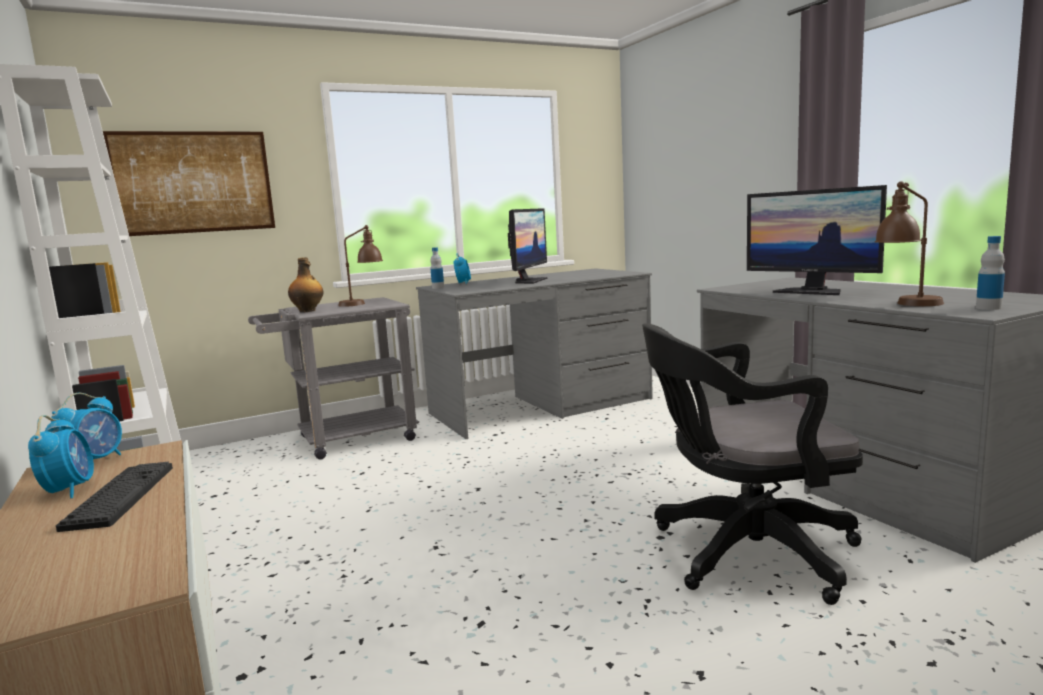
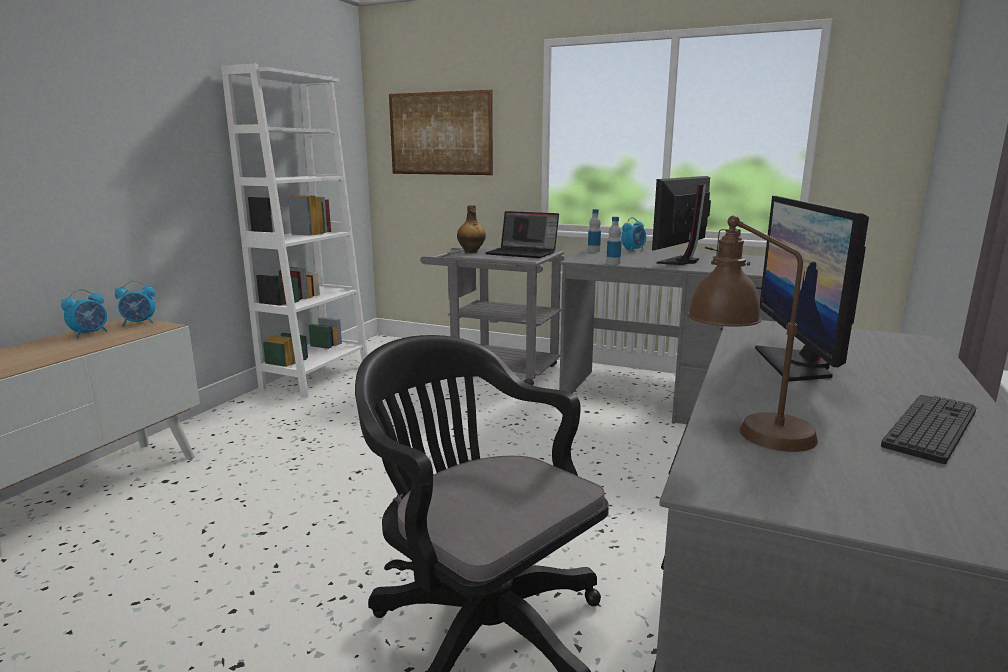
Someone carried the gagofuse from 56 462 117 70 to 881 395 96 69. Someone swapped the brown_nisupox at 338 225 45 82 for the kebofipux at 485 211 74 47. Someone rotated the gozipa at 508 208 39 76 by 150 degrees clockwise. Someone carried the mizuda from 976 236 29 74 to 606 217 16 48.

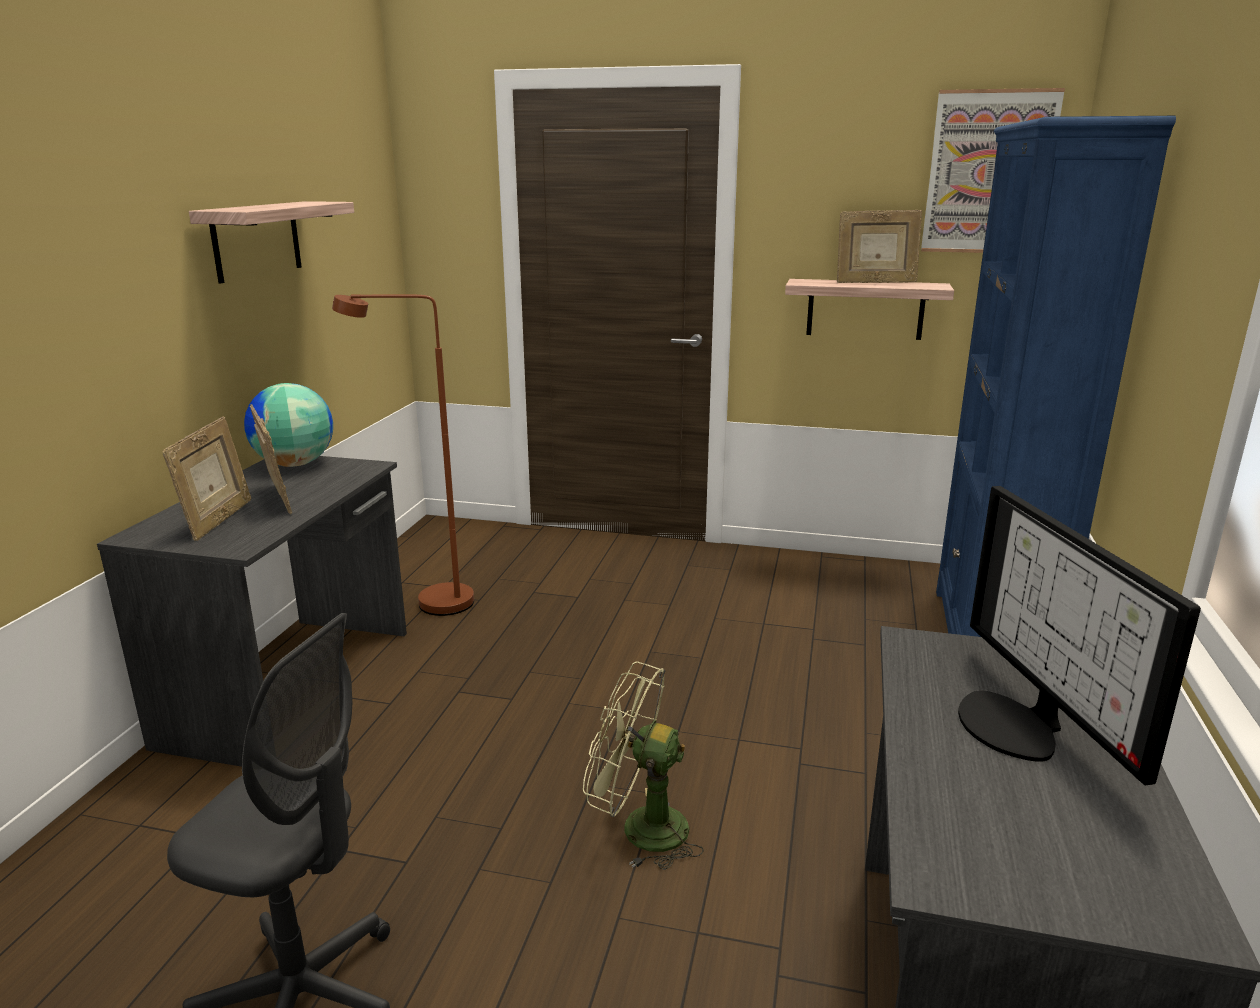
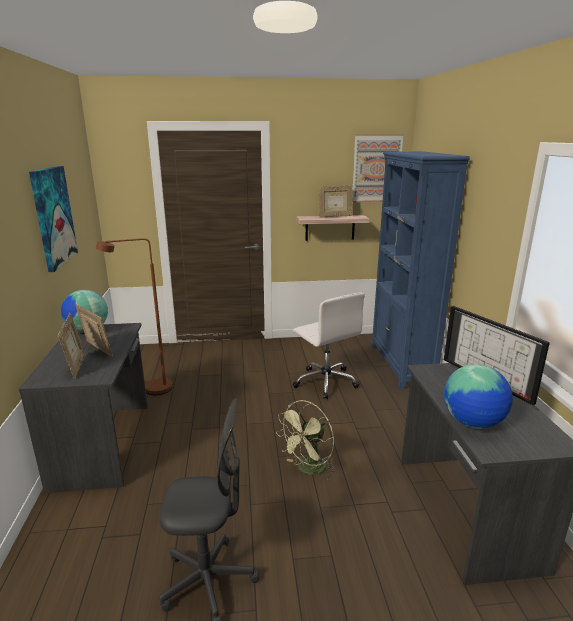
Someone swapped the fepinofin at 189 201 165 83 for the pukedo at 29 166 49 106. Someone rotated the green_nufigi at 583 662 121 208 by 45 degrees counterclockwise. Someone put down the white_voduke at 293 293 72 106. Someone put down the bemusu at 444 364 69 65.

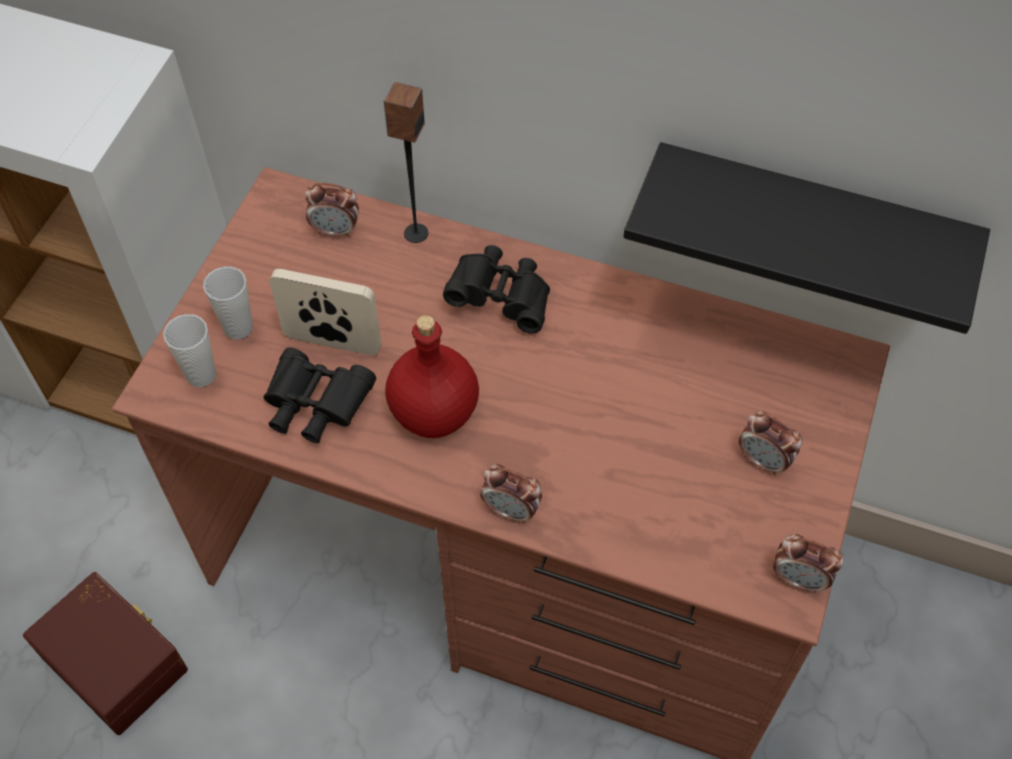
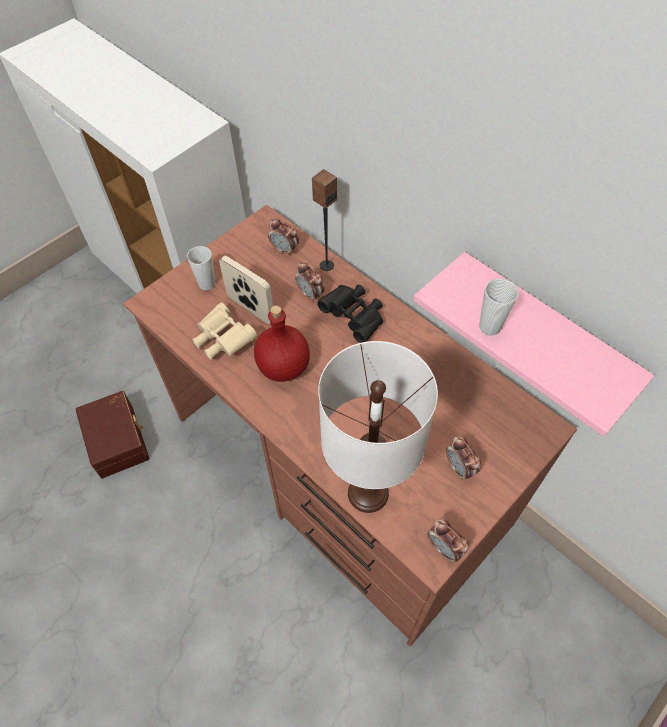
Someone carried the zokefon from 163 314 53 73 to 479 278 39 58. Someone repainted the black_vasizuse at 263 347 113 96, which became the beige_vasizuse at 192 302 65 58. Someone carried the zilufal from 480 464 62 59 to 295 261 29 41. Someone repainted the black_fepinofin at 624 142 366 192, which became the pink_fepinofin at 413 252 242 185. Someone put down the white_nisupox at 318 341 120 172.

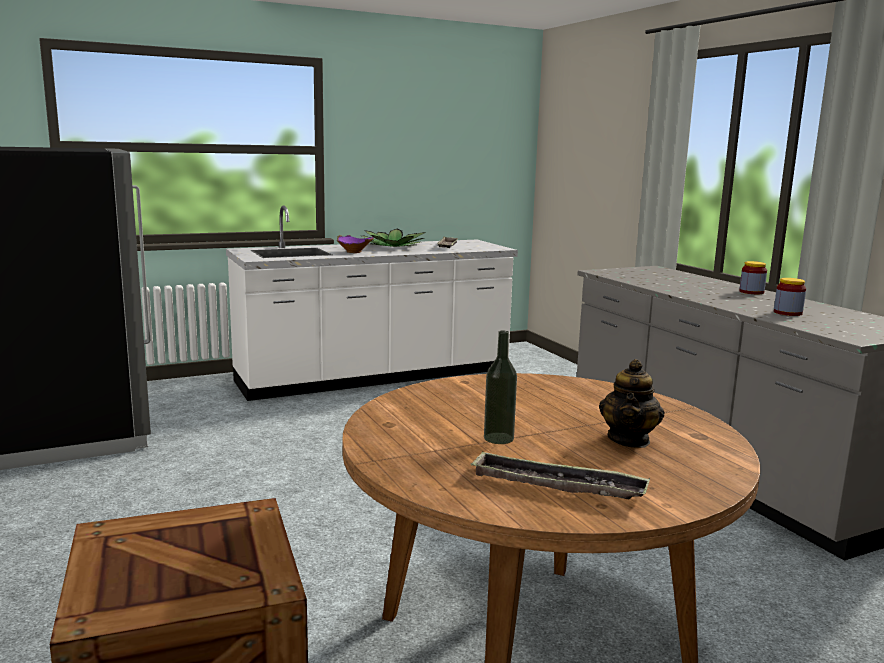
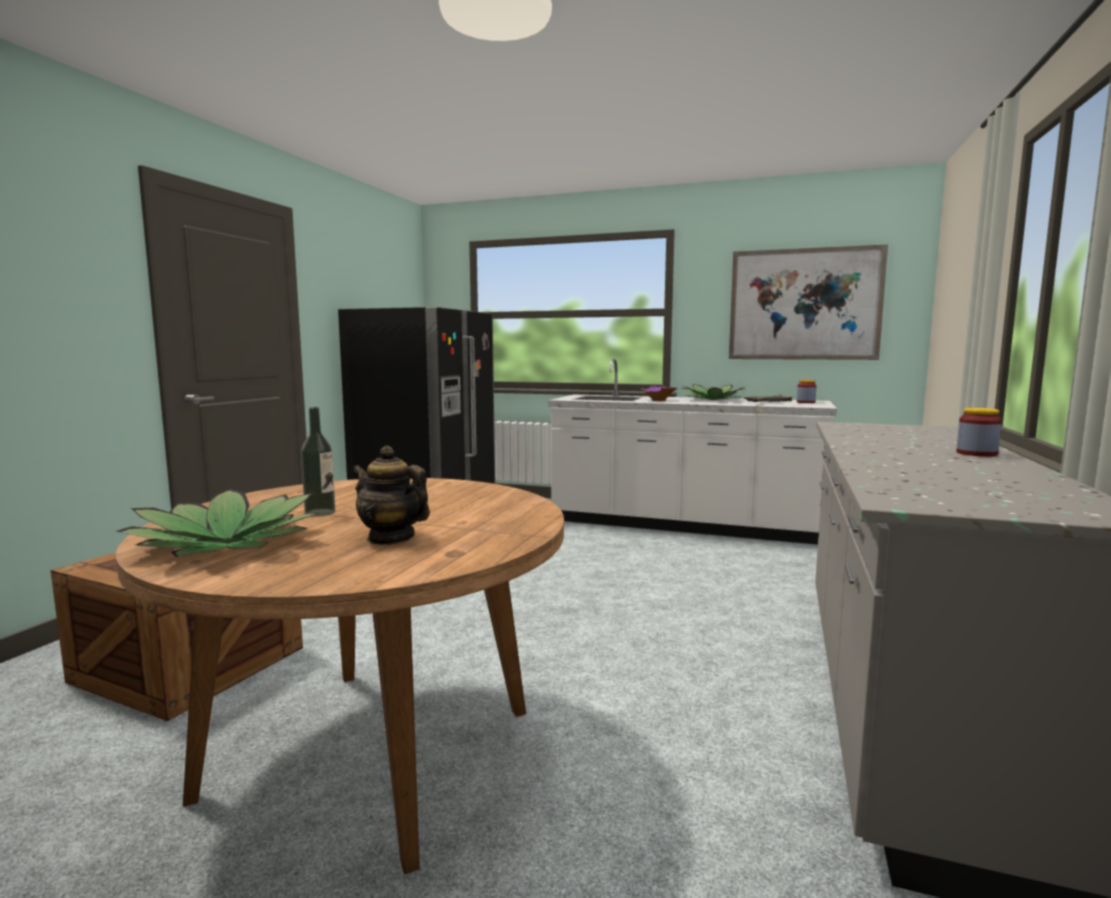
Someone swapped the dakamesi at 470 451 180 48 for the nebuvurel at 117 488 201 69. Someone rotated the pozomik at 599 359 66 89 by 60 degrees clockwise. Someone carried the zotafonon from 774 278 32 38 to 797 380 19 23. Someone put up the pukedo at 729 244 159 116.

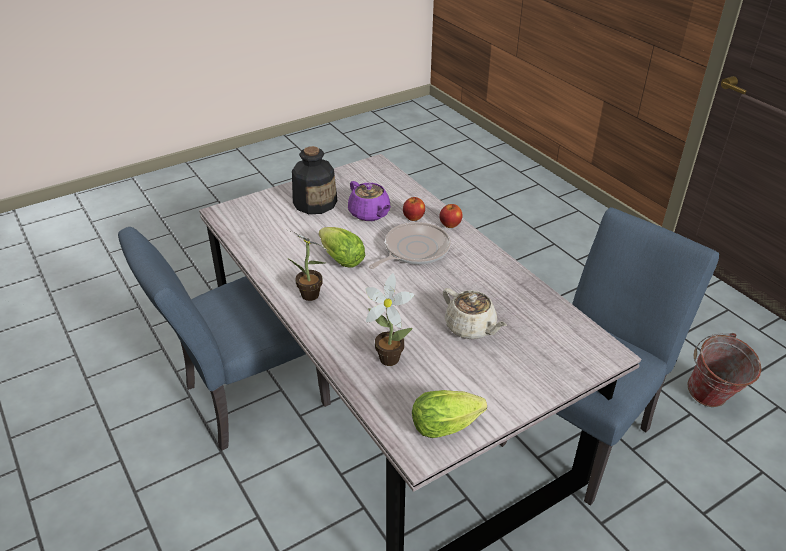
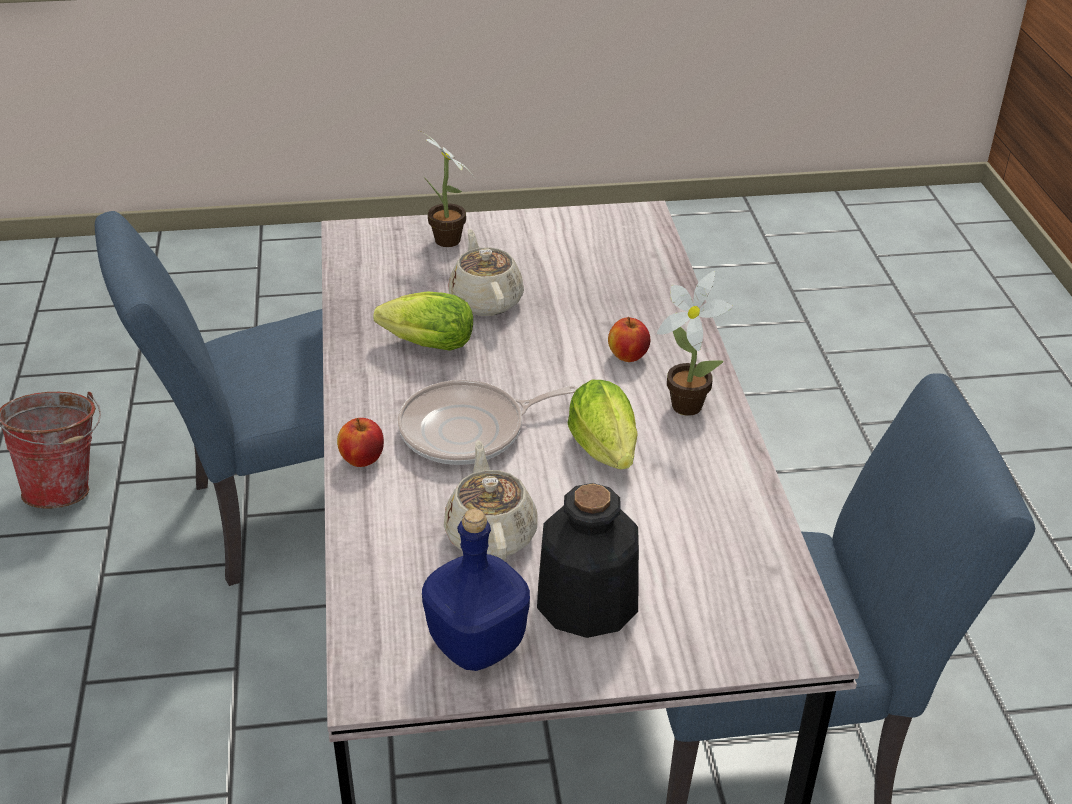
Someone repainted the purple_pozomik at 348 181 43 40, which became the beige_pozomik at 444 440 94 121. Someone carried the nebuvurel from 365 273 50 93 to 422 132 54 115. Someone carried the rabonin from 403 197 22 24 to 608 317 42 45. Someone carried the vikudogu from 412 390 75 48 to 374 291 99 60. Someone put down the blue_mizuda at 422 509 108 162.

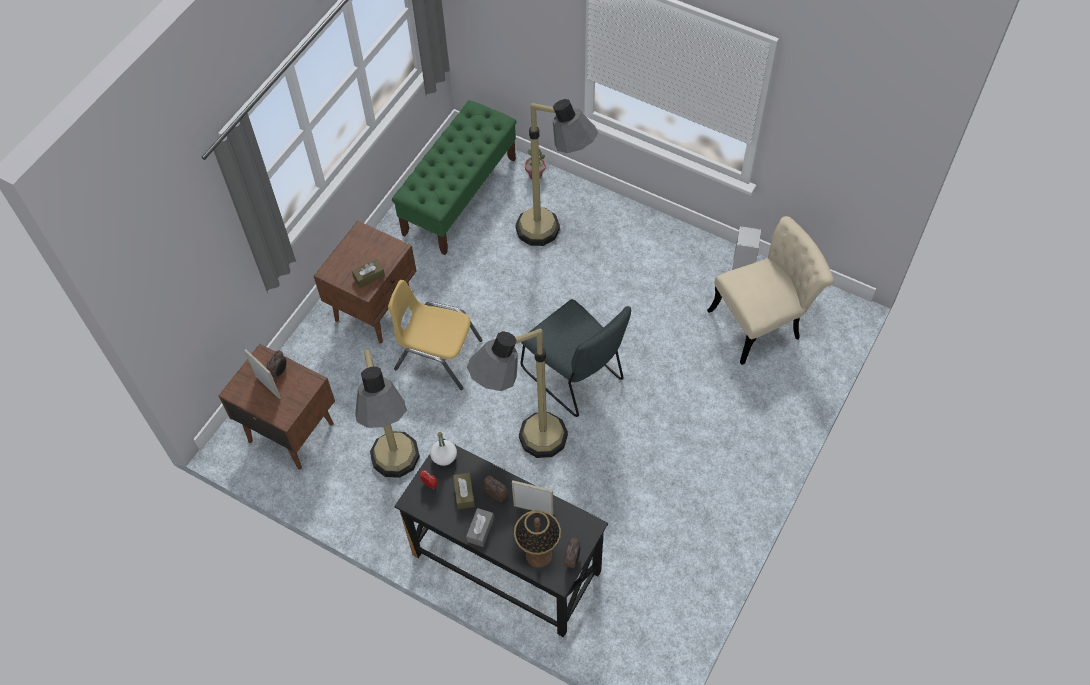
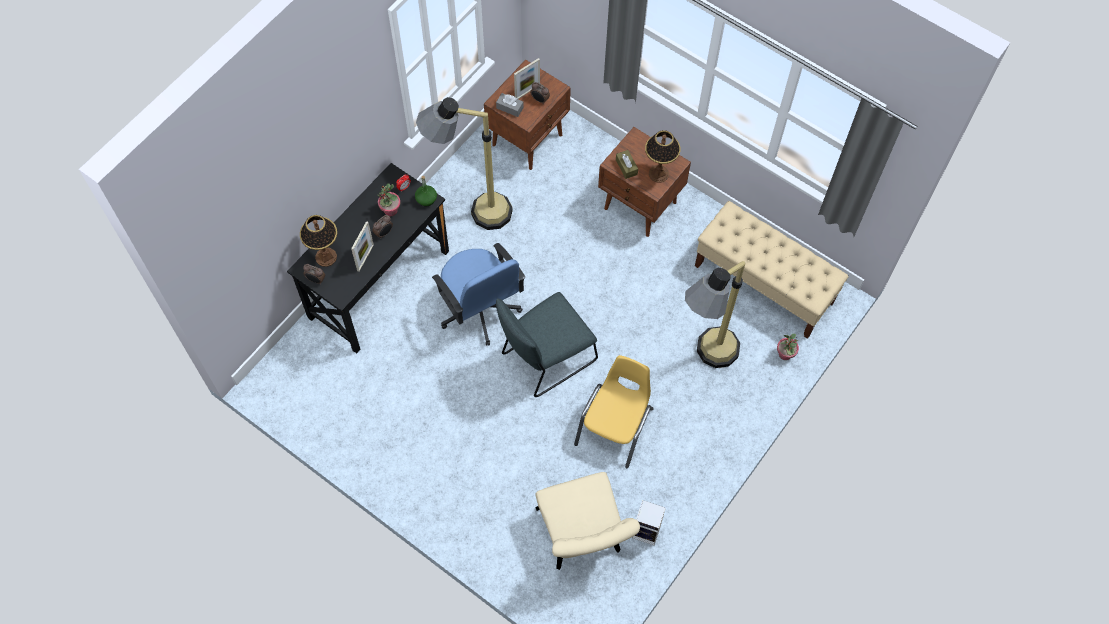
Someone carried the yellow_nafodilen from 388 280 95 110 to 574 355 79 113. Someone repainted the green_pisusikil at 392 100 125 155, which became the beige_pisusikil at 695 201 154 138. Someone repainted the white_mizuda at 430 432 27 34, which became the green_mizuda at 415 176 22 30. Someone swapped the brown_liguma at 453 473 22 36 for the nebuvurel at 378 183 23 33. Someone carried the grey_liguma from 466 508 28 39 to 496 93 28 24. Someone swapped the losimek at 467 329 101 129 for the blue_voduke at 432 243 93 102. Someone put down the nisupox at 645 130 36 53.

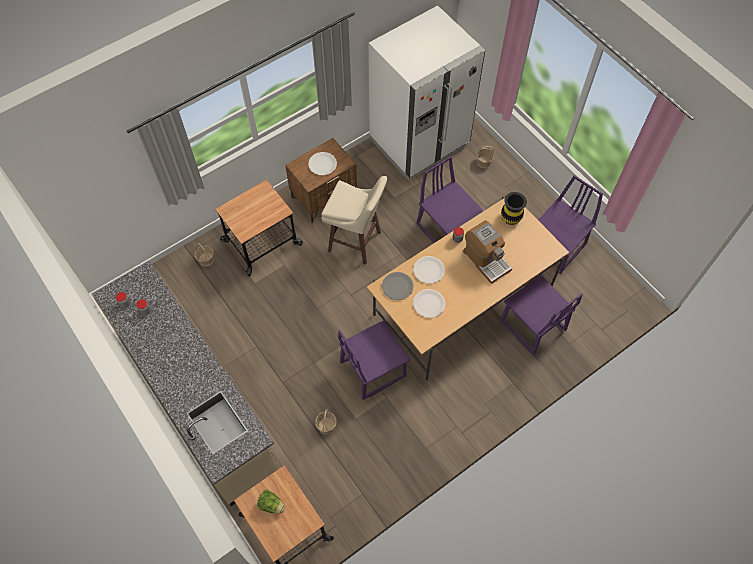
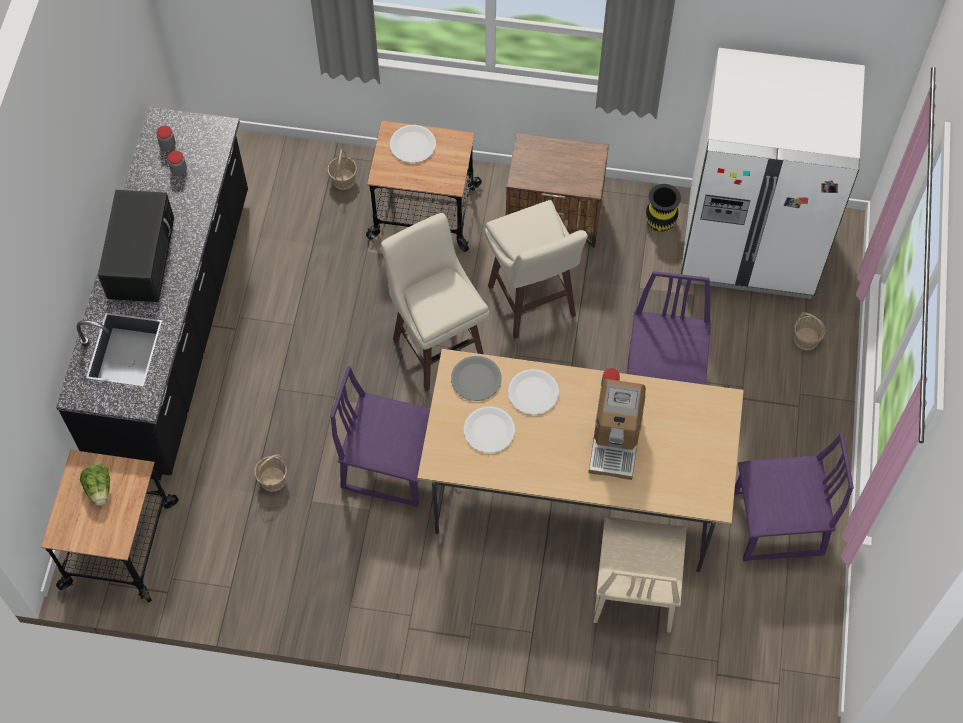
Someone repainted the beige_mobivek at 93 261 186 245, which became the black_mobivek at 56 107 192 373. Someone carried the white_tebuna from 308 152 29 23 to 390 125 46 38. Someone repainted the purple_nafodilen at 500 276 83 79, which became the beige_nafodilen at 593 516 94 117. Someone carried the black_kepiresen from 501 192 26 33 to 645 184 36 48. Someone put down the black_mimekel at 98 190 76 112. Someone put down the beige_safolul at 381 213 108 178.

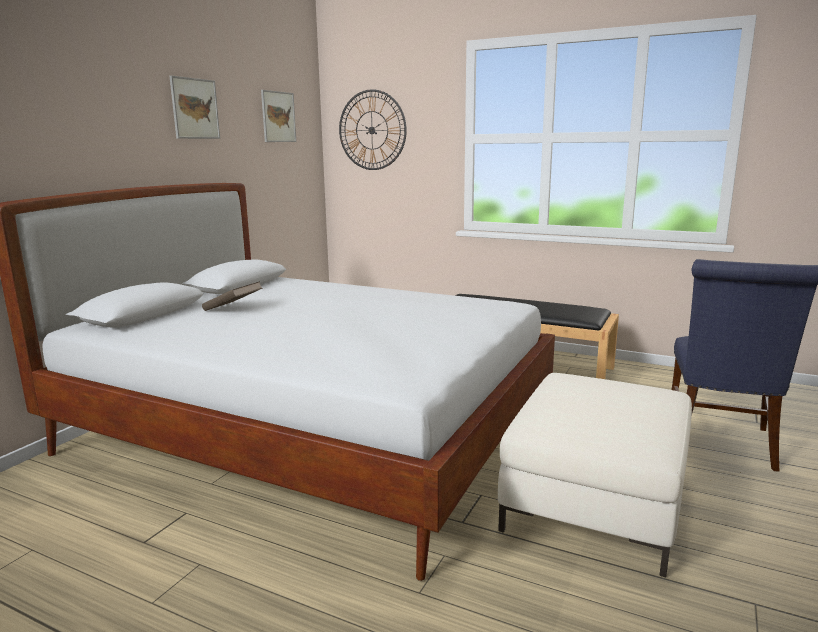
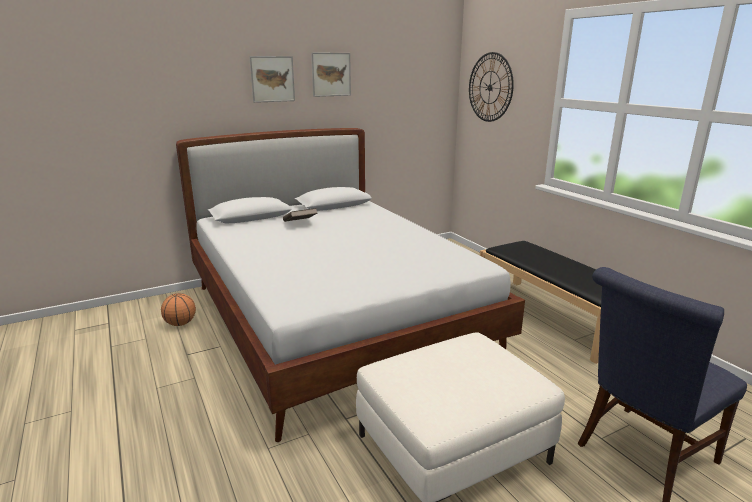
Someone carried the pukedo from 261 90 35 52 to 249 56 46 47. Someone put down the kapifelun at 161 293 35 33.

